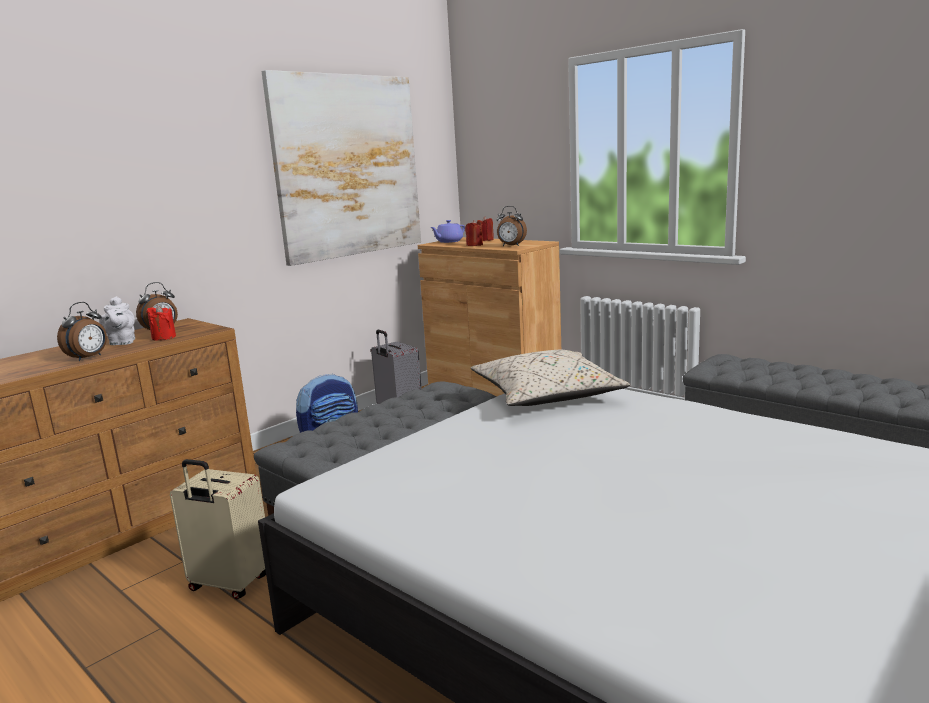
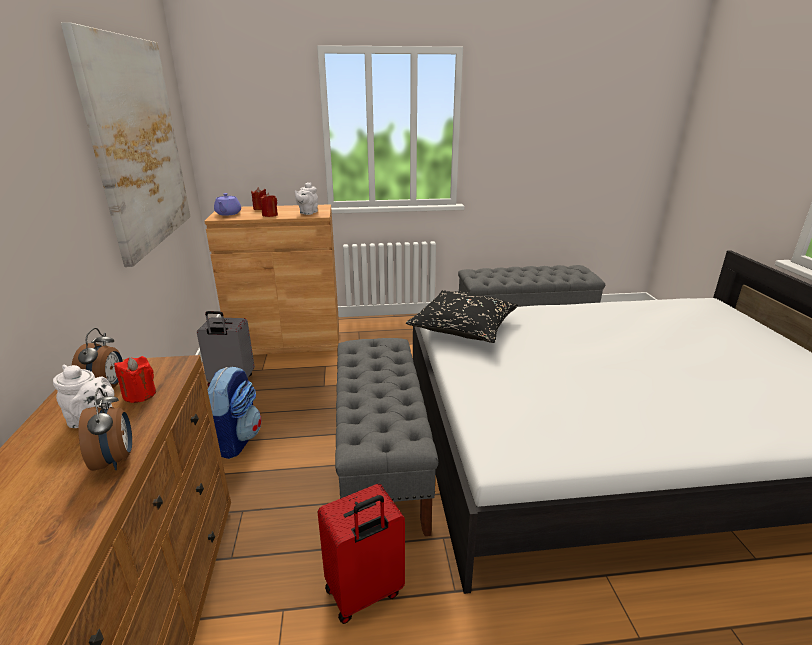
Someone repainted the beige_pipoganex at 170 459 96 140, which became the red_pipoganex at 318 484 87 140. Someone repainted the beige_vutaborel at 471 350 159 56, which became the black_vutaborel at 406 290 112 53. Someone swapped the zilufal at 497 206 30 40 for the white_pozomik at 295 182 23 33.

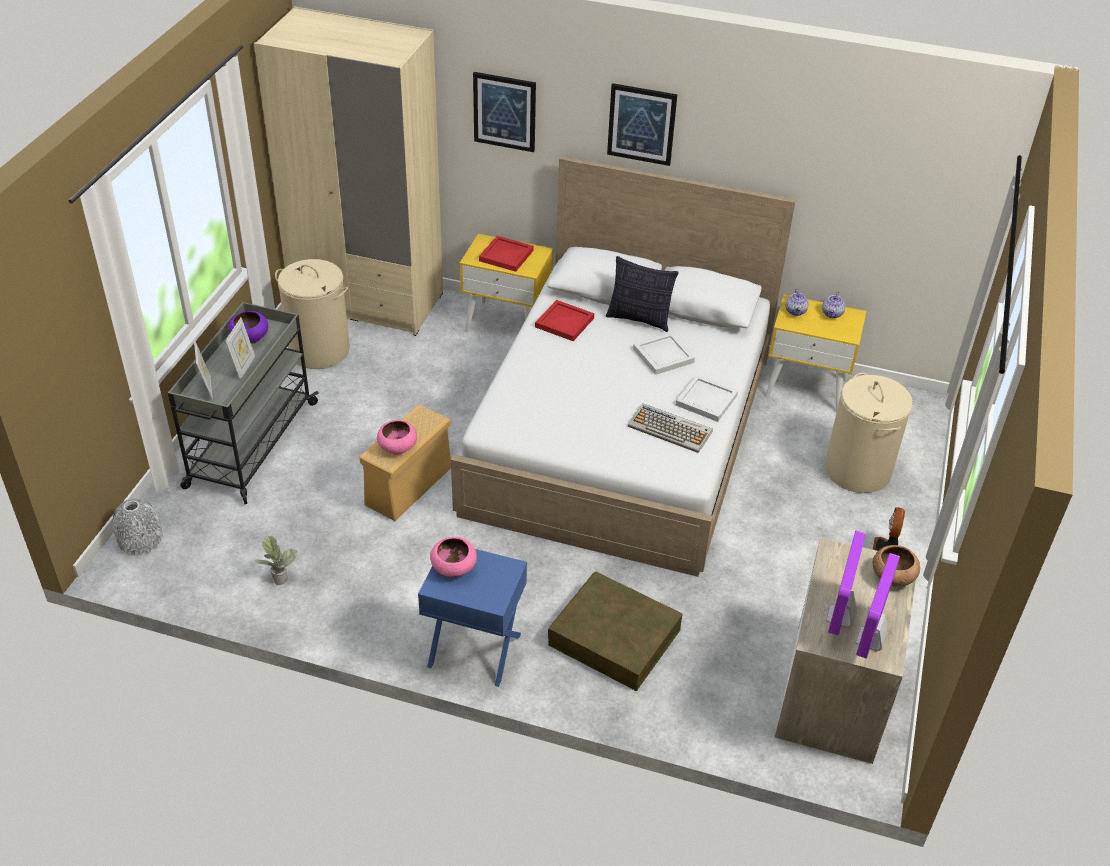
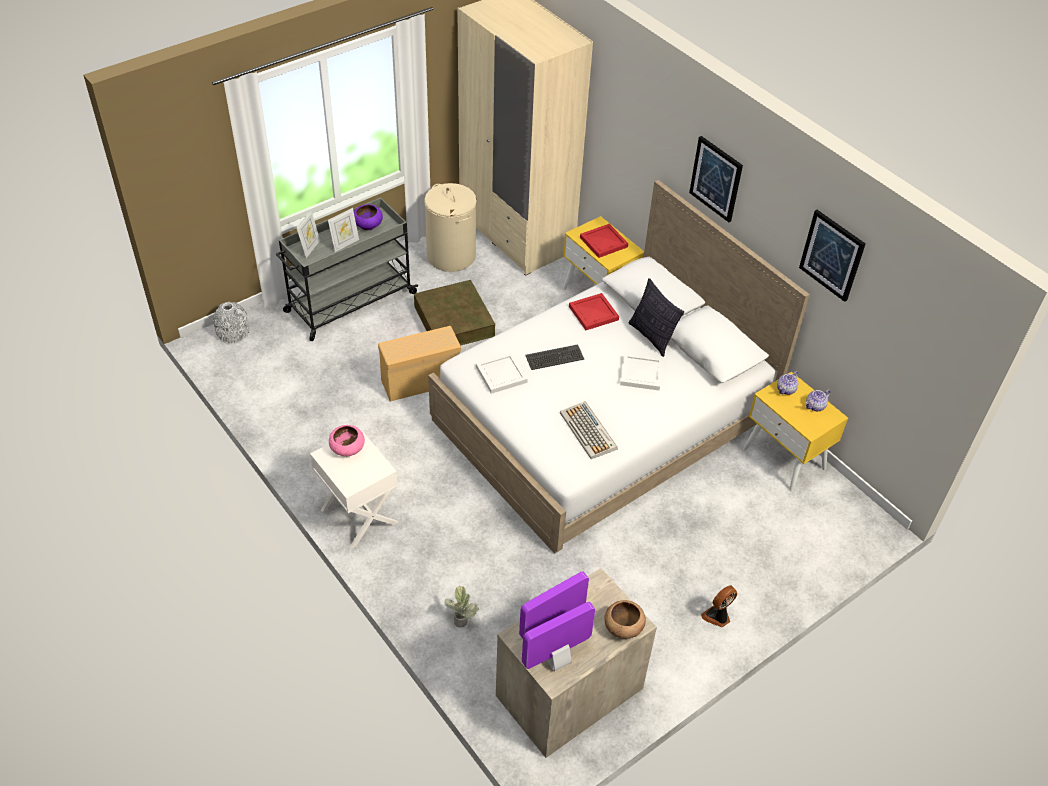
Someone carried the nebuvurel from 255 536 42 49 to 444 586 35 42. Someone took away the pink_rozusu at 377 420 40 35. Someone repainted the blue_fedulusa at 418 549 109 138, which became the white_fedulusa at 310 428 89 121. Someone carried the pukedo from 473 72 63 80 to 799 210 67 92. Someone carried the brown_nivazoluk from 548 572 135 119 to 414 280 81 66. Someone carried the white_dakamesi from 676 375 62 47 to 476 353 52 41. Someone took away the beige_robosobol at 825 373 88 120. Someone put down the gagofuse at 525 344 59 26.

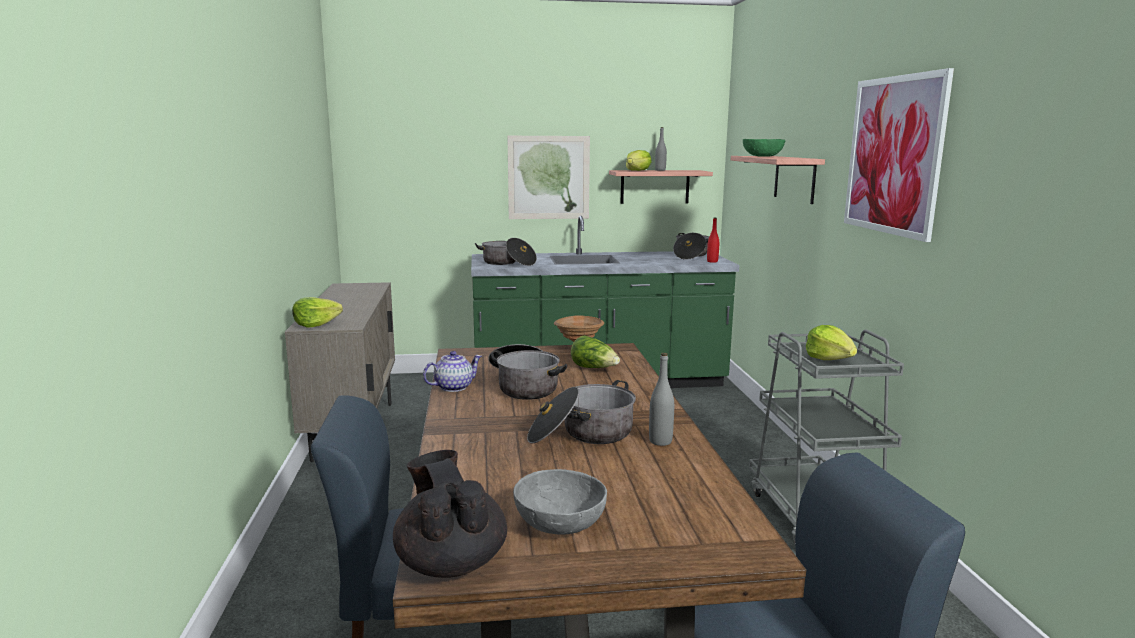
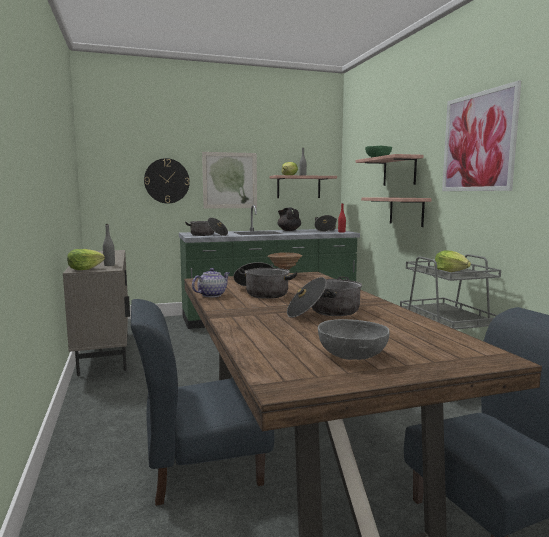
Someone carried the black_pozomik from 393 450 114 128 to 278 208 23 23. Someone took away the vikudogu at 571 335 49 33. Someone carried the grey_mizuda from 649 353 25 93 to 103 224 12 42. Someone put up the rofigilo at 144 158 46 46. Someone put up the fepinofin at 361 197 71 30.

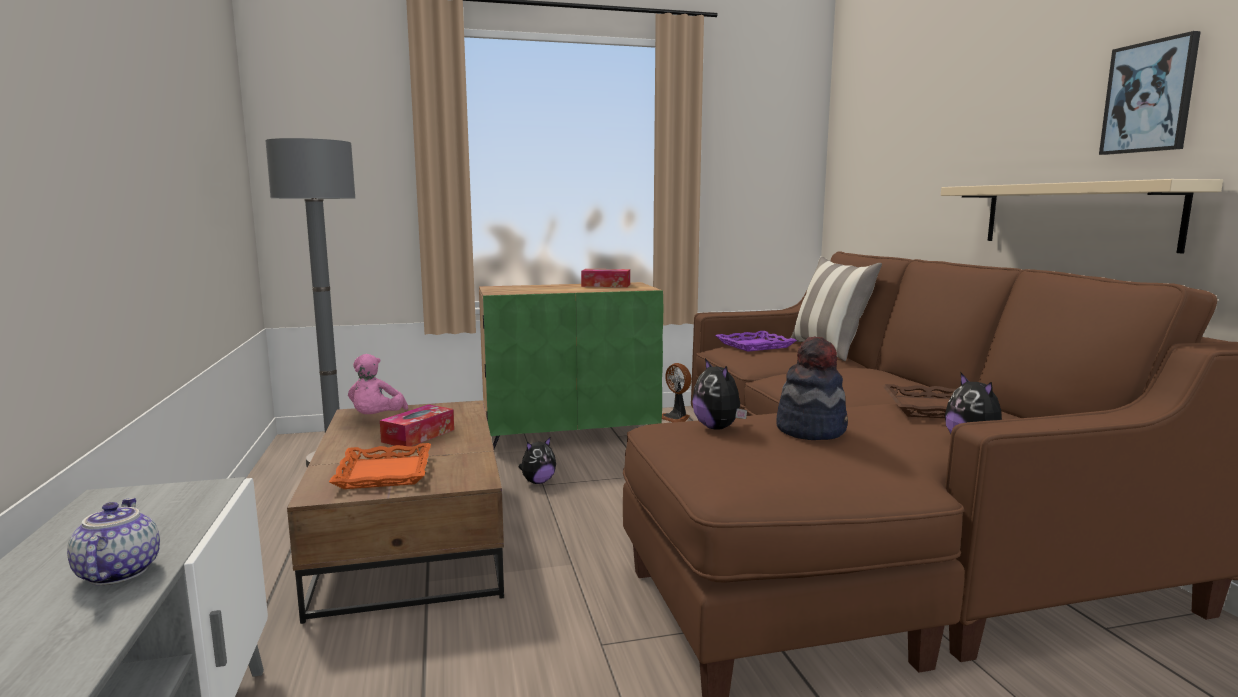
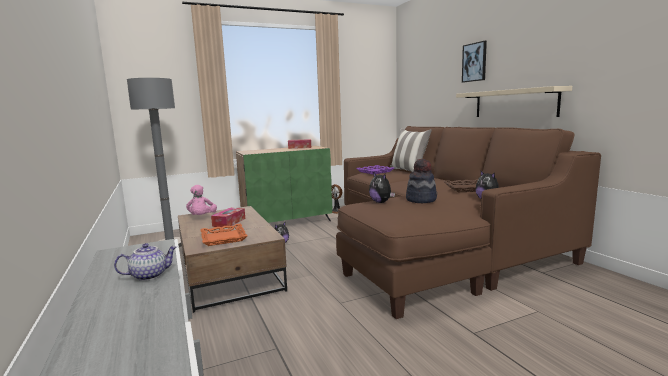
Someone rotated the pozomik at 67 498 93 87 by 90 degrees clockwise. Someone carried the pukedo from 1099 31 102 124 to 462 41 25 41.

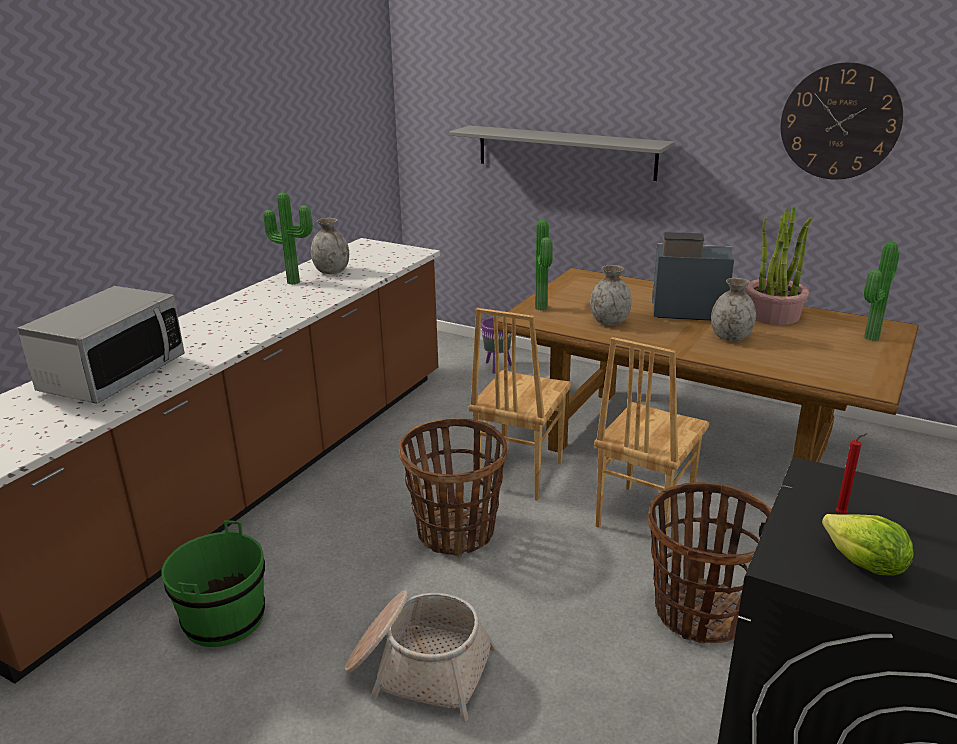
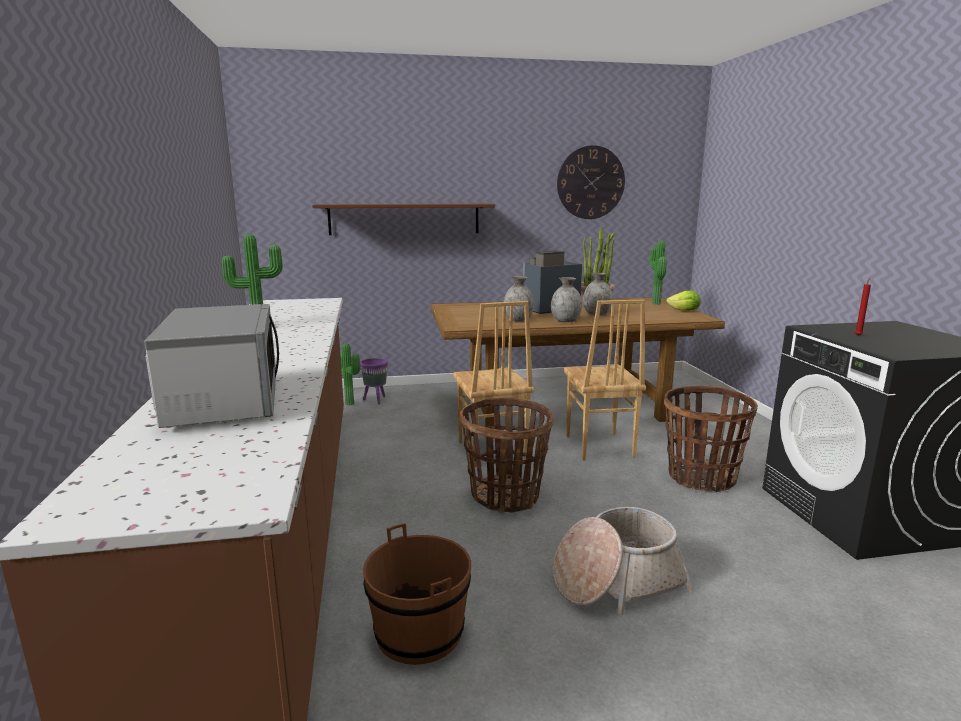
Someone repainted the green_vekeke at 161 520 104 127, which became the brown_vekeke at 363 523 108 142. Someone carried the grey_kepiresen from 311 218 38 56 to 551 277 31 45. Someone repainted the grey_fepinofin at 449 125 226 56, which became the brown_fepinofin at 312 204 183 31. Someone carried the nebuvurel from 535 220 18 91 to 340 343 20 62. Someone carried the vikudogu from 822 514 92 62 to 666 290 35 21.

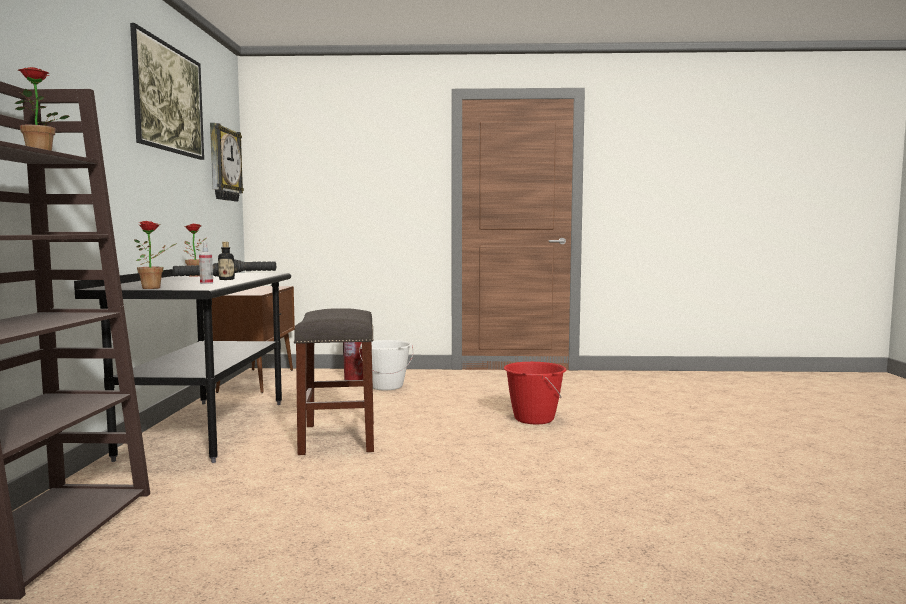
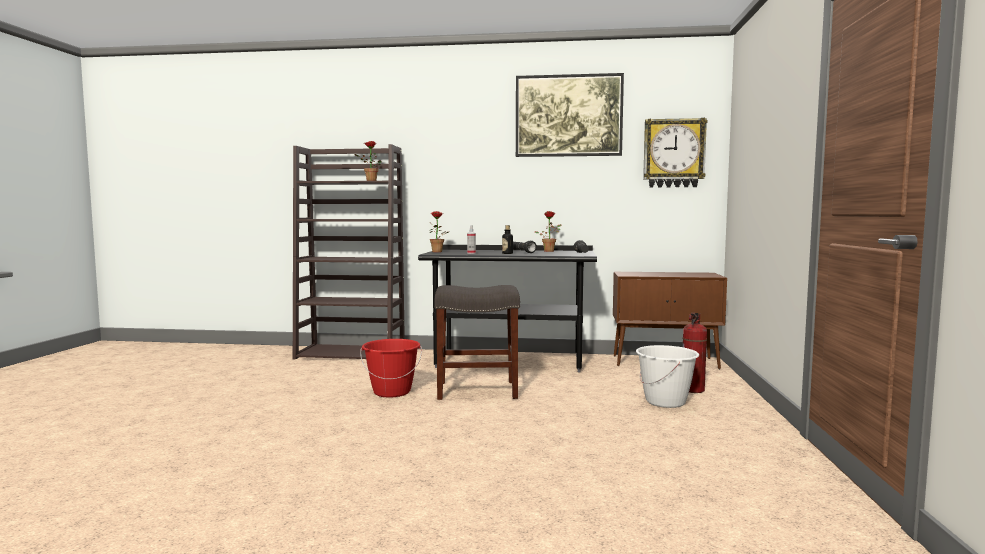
Someone carried the red_vekeke from 504 362 62 62 to 360 339 62 58.

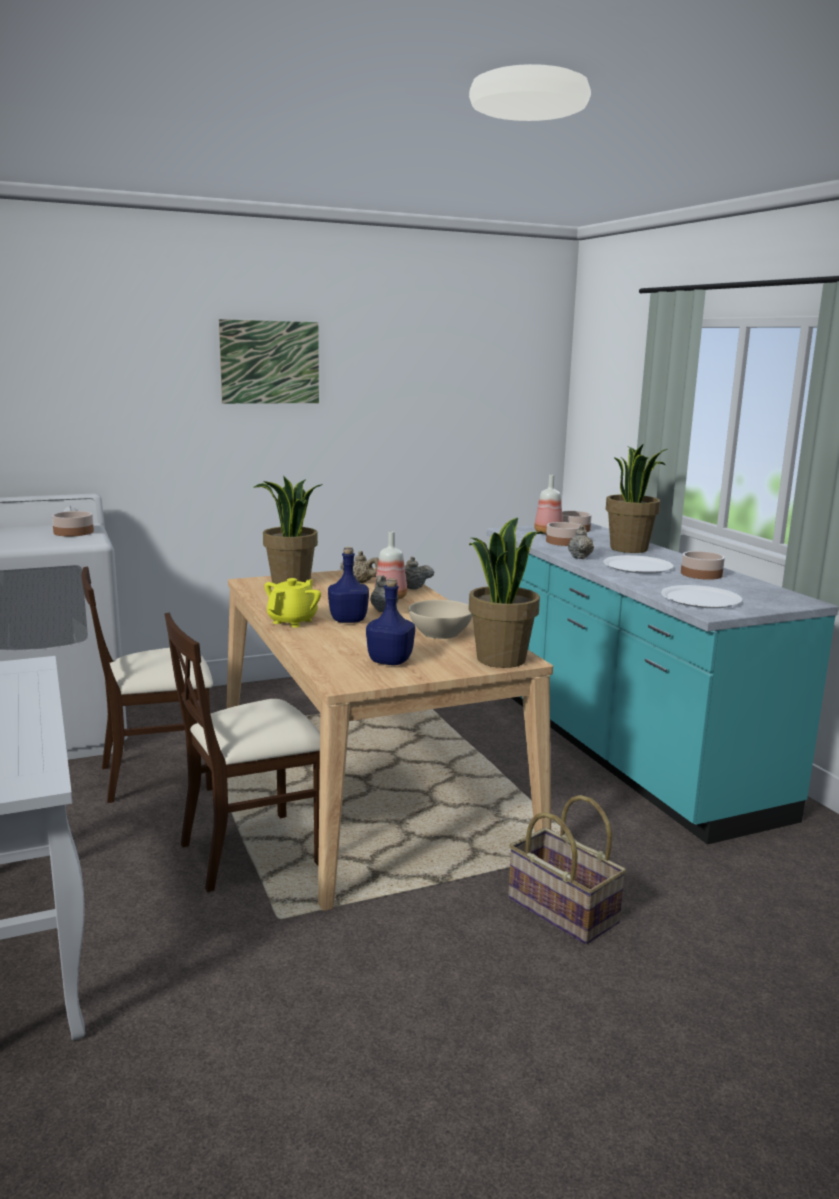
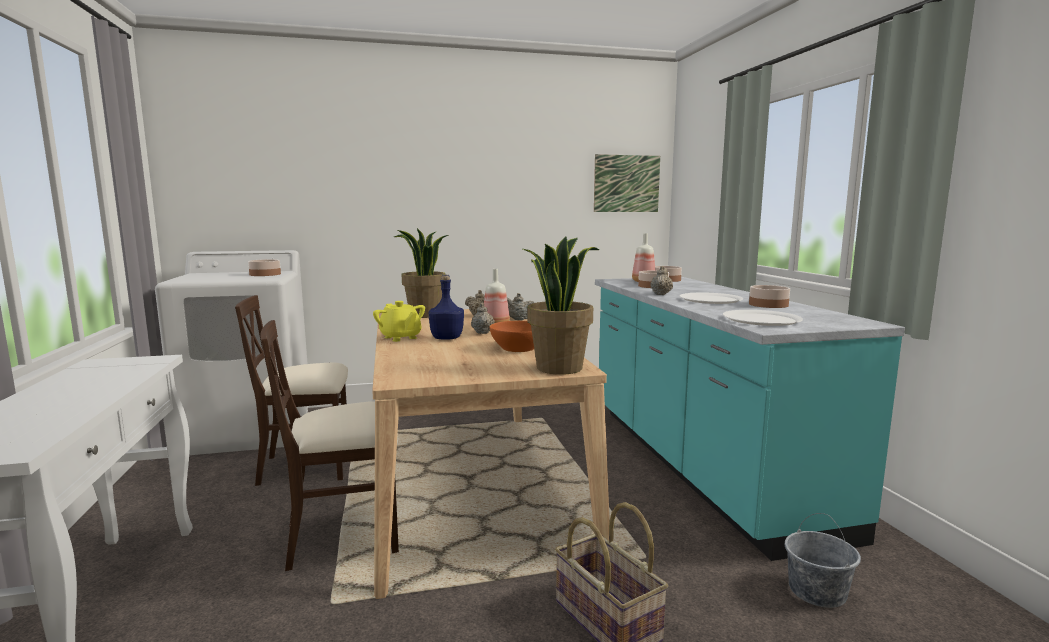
Someone carried the pukedo from 219 319 100 85 to 594 154 66 58. Someone rotated the yellow_pozomik at 265 578 56 50 by 105 degrees clockwise. Someone took away the blue_mizuda at 366 578 49 87. Someone repainted the beige_rozusu at 409 600 64 39, which became the orange_rozusu at 490 321 44 31. Someone took away the nebuvurel at 606 444 61 109. Someone put down the grey_vekeke at 785 513 76 95.

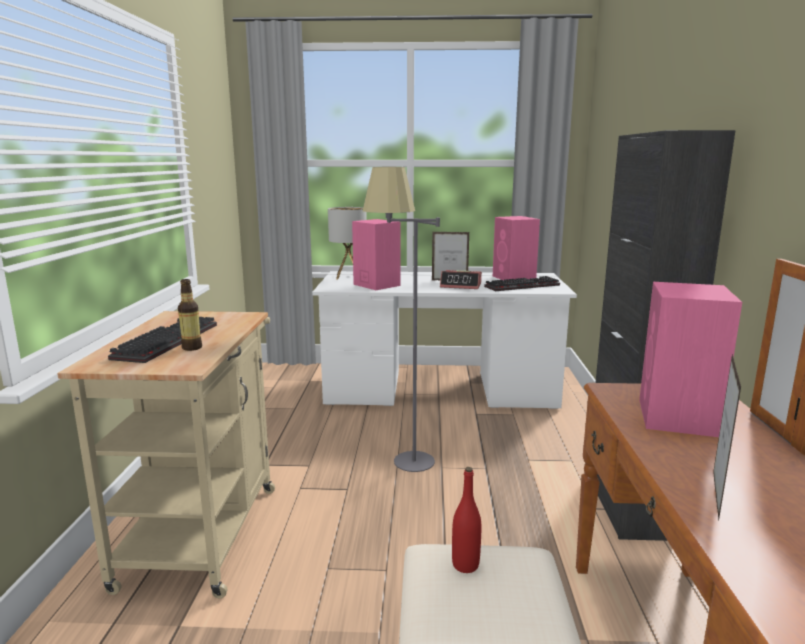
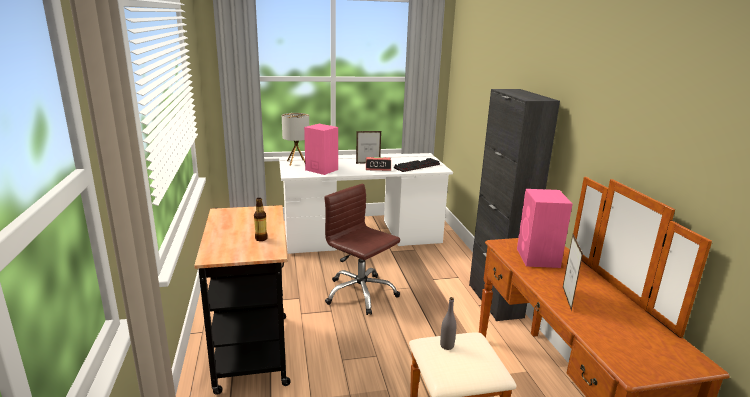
Someone repainted the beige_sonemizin at 57 311 218 287, which became the black_sonemizin at 194 205 97 190. Someone took away the gagofuse at 108 317 109 46. Someone swapped the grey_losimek at 362 167 78 305 for the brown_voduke at 324 184 76 131. Someone repainted the red_mizuda at 452 467 29 106, which became the grey_mizuda at 440 297 17 53. Someone took away the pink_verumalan at 493 216 47 65.

